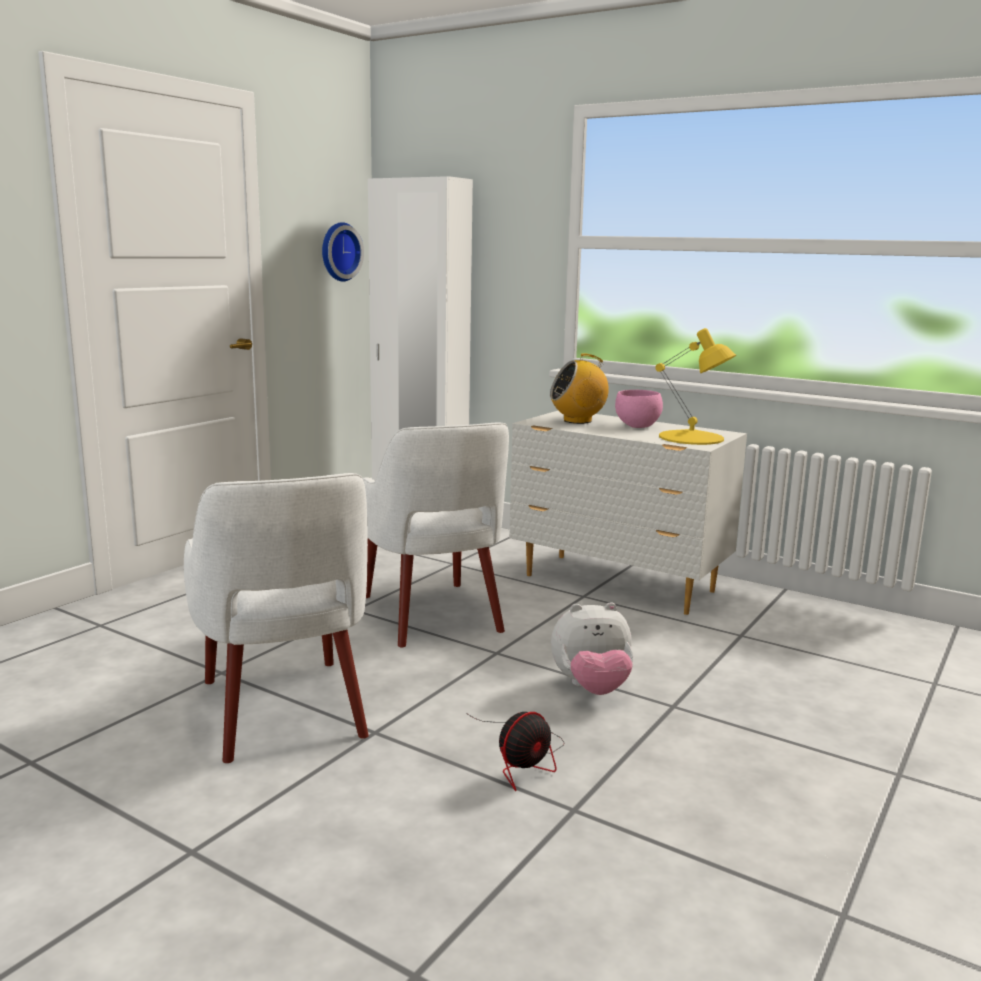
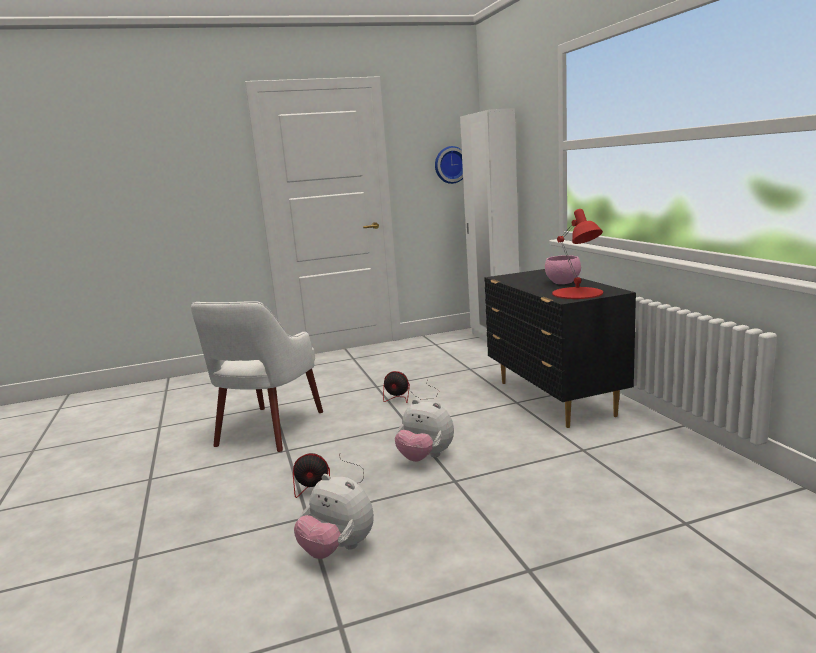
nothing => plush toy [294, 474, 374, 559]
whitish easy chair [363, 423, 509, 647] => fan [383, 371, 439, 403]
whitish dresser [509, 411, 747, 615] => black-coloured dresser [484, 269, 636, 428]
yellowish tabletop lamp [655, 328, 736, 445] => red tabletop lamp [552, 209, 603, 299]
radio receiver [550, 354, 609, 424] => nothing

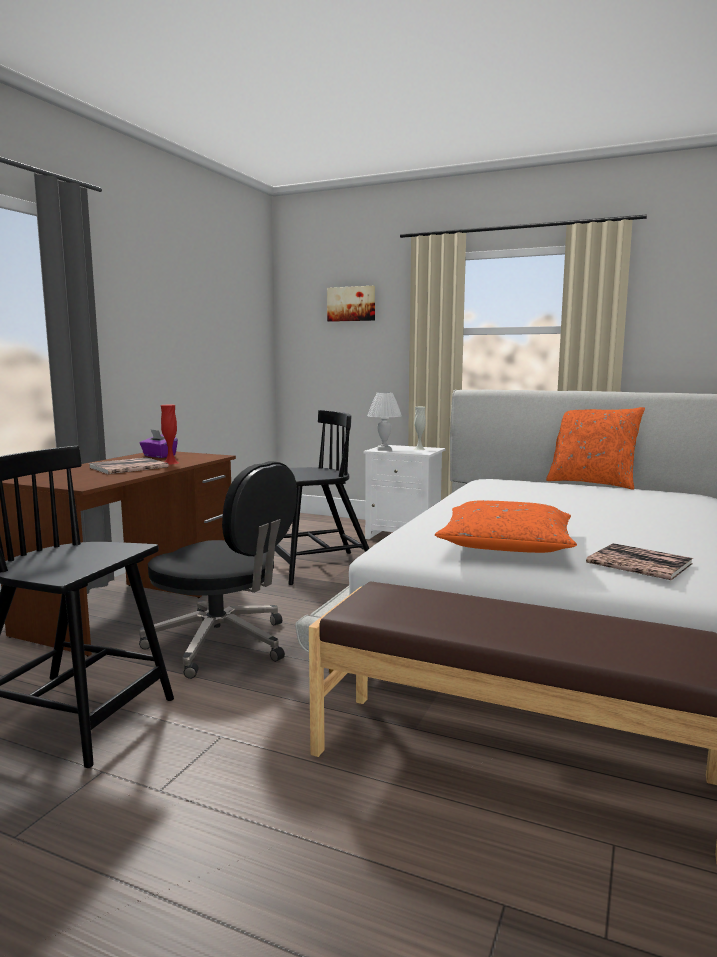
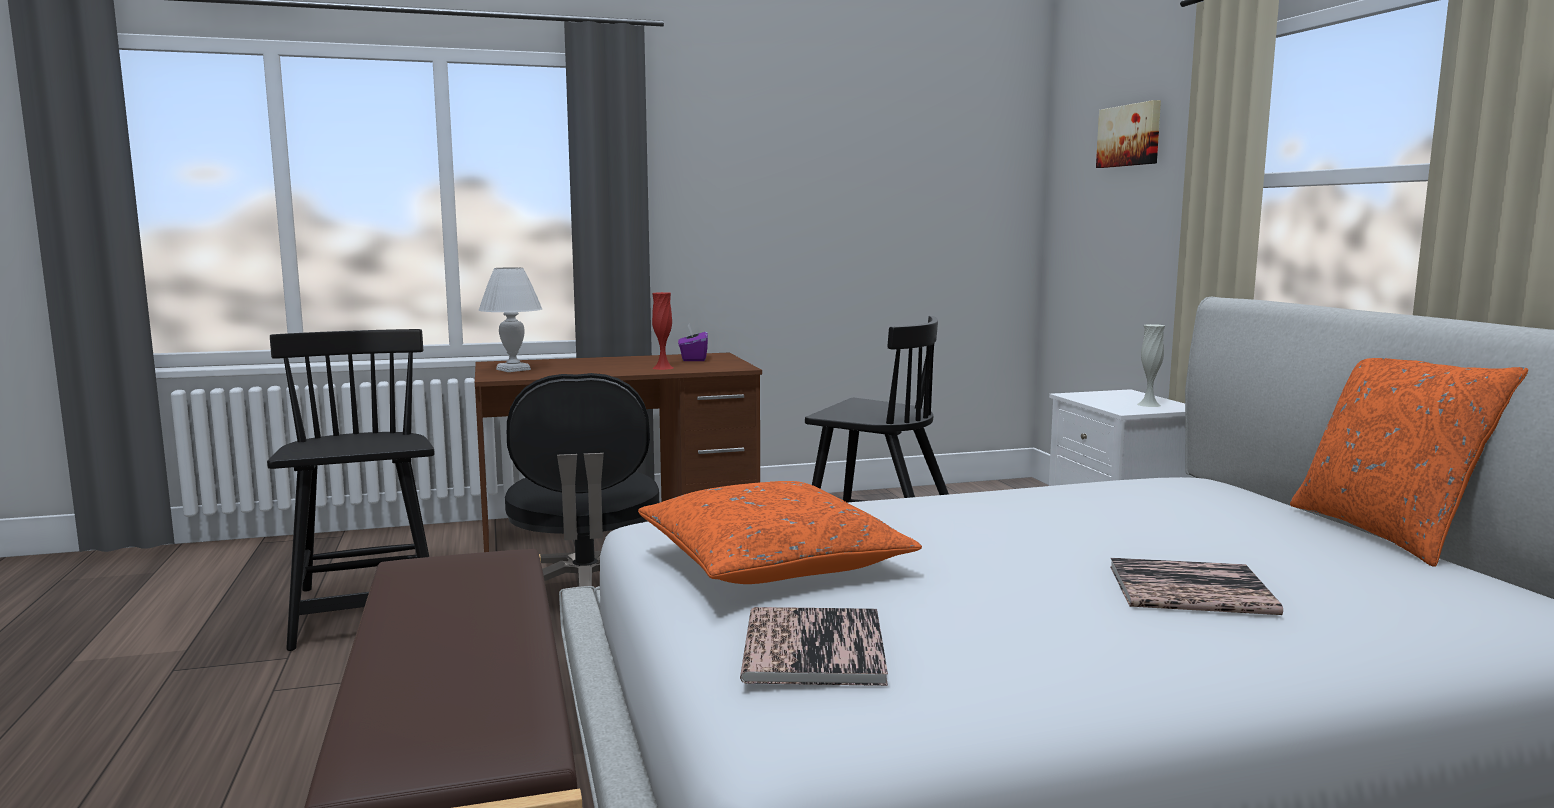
whitish tabletop lamp [367, 392, 402, 451] => whitish tabletop lamp [479, 267, 542, 372], shifted
bound book [89, 457, 169, 474] => bound book [1110, 558, 1283, 615], shifted

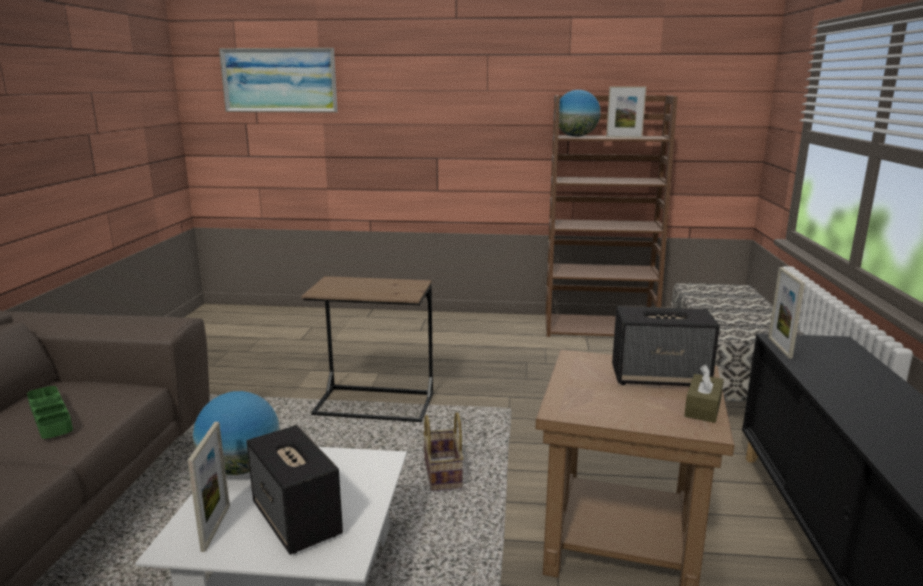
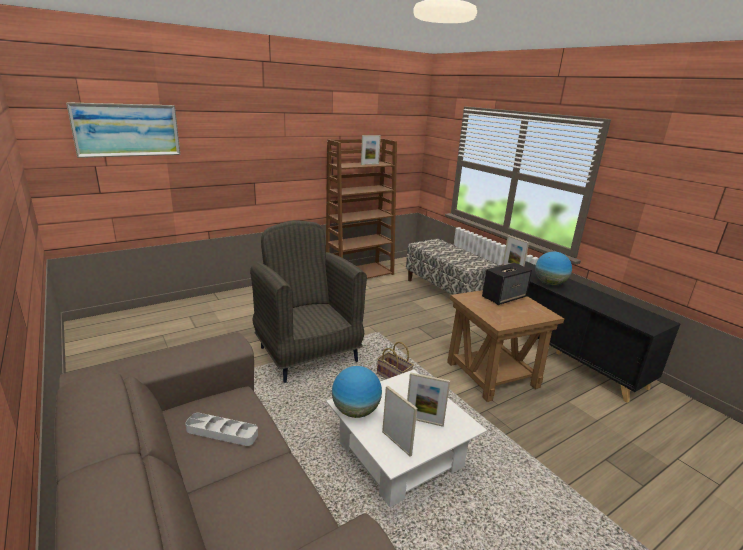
green tray [27, 386, 73, 439] => greyish tray [185, 413, 258, 446]
brown side table [301, 276, 433, 422] => greyish easy chair [250, 220, 367, 383]
loudspeaker [247, 425, 343, 555] => standing frame [407, 372, 450, 427]
desk globe [554, 90, 601, 137] => desk globe [535, 251, 572, 286], shifted
brown tissue box [684, 364, 724, 423] => nothing

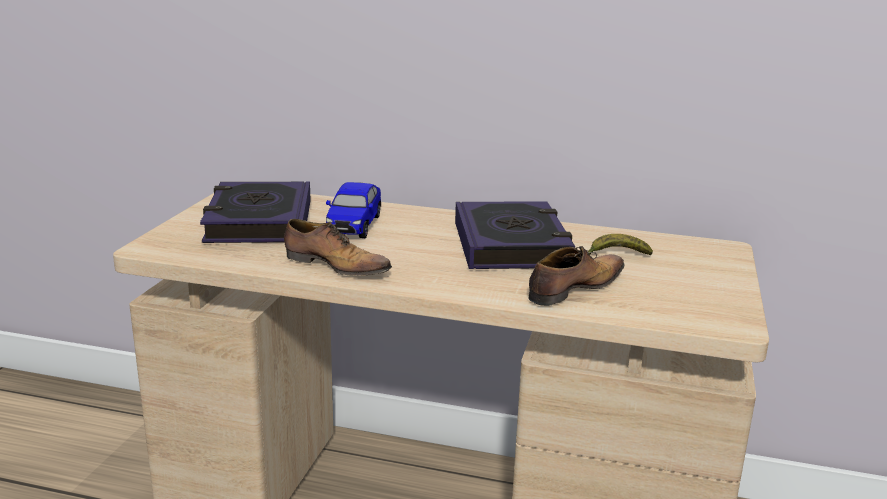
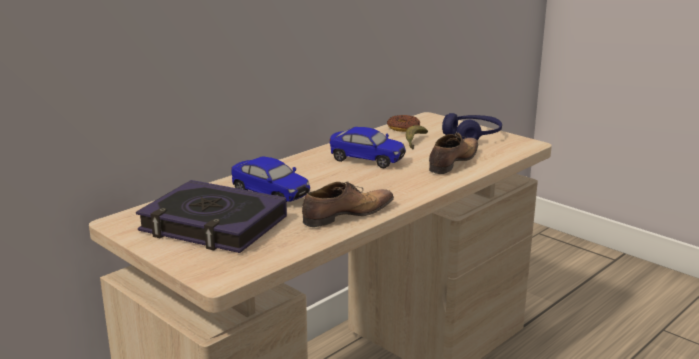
bound book [455, 201, 575, 269] => model car [330, 127, 406, 169]
nothing => ring doughnut [387, 115, 420, 132]
low shoe [528, 246, 625, 306] => low shoe [429, 133, 478, 174], 45 degrees clockwise
nothing => blue pair of headphones [442, 113, 502, 140]

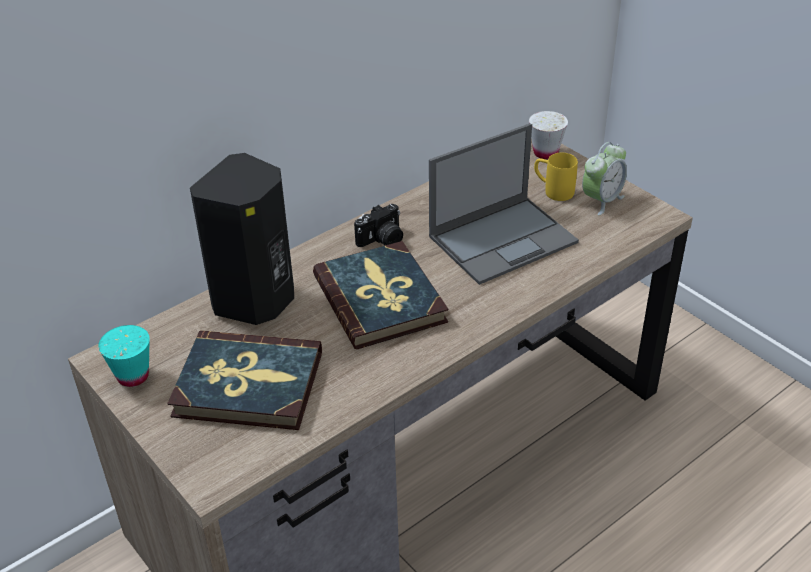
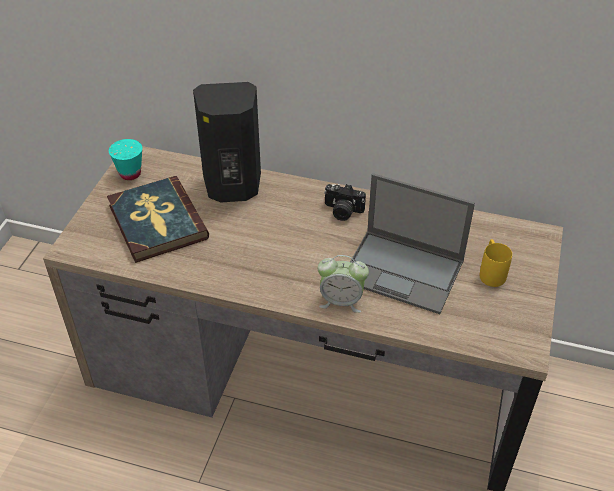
table clock [582, 142, 627, 215] => table clock [318, 255, 369, 313], shifted
bound book [313, 241, 448, 349] => nothing
whitish cup [529, 111, 568, 159] => nothing

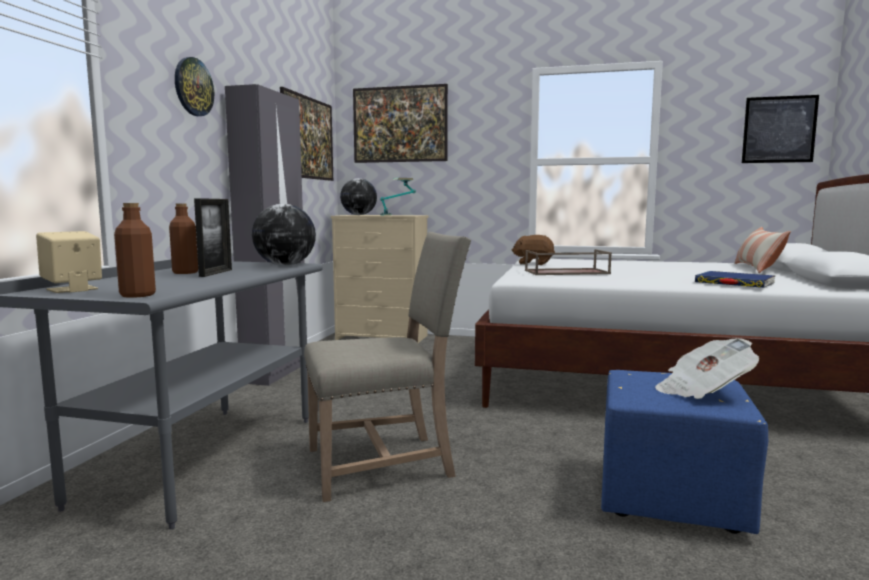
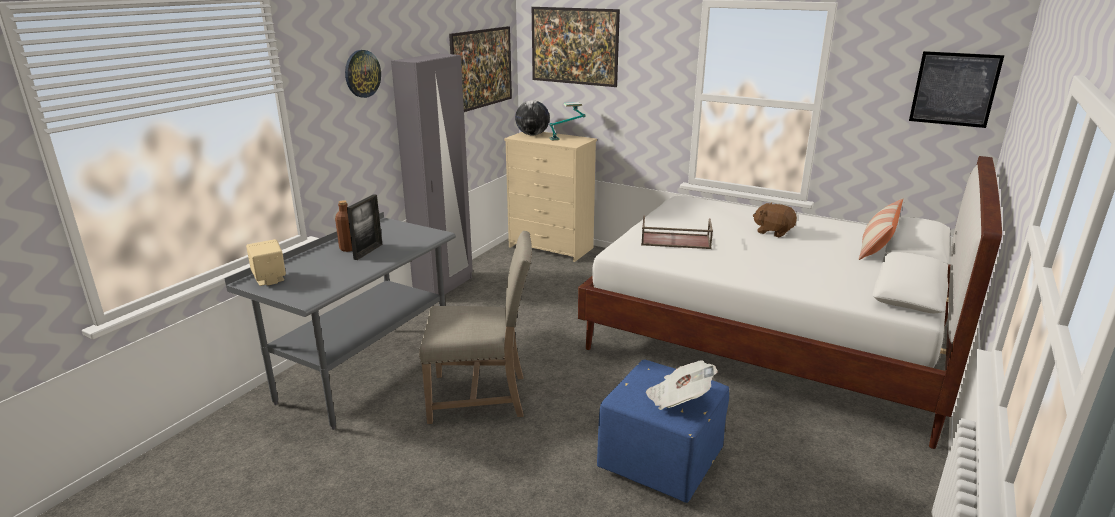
brown plush toy [512, 235, 555, 265] => brown plush toy [753, 203, 797, 237], shifted
brown drink bottle [114, 203, 156, 298] => nothing
desk globe [252, 204, 316, 266] => nothing
blue bound book [695, 271, 775, 288] => nothing

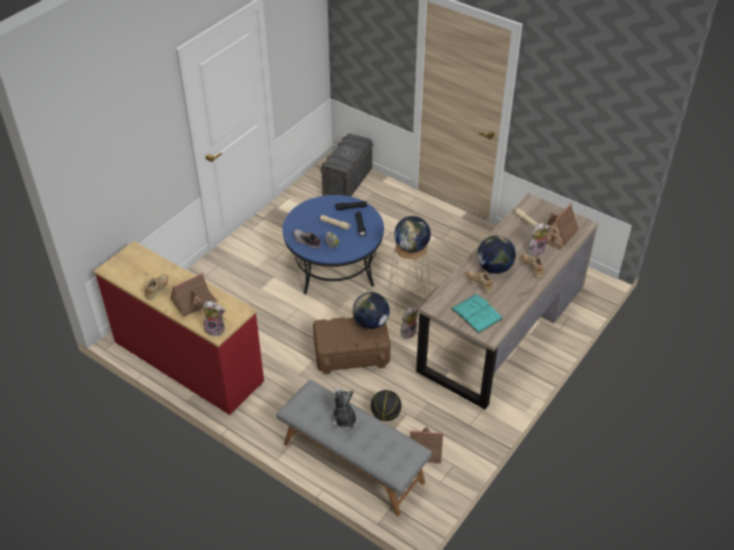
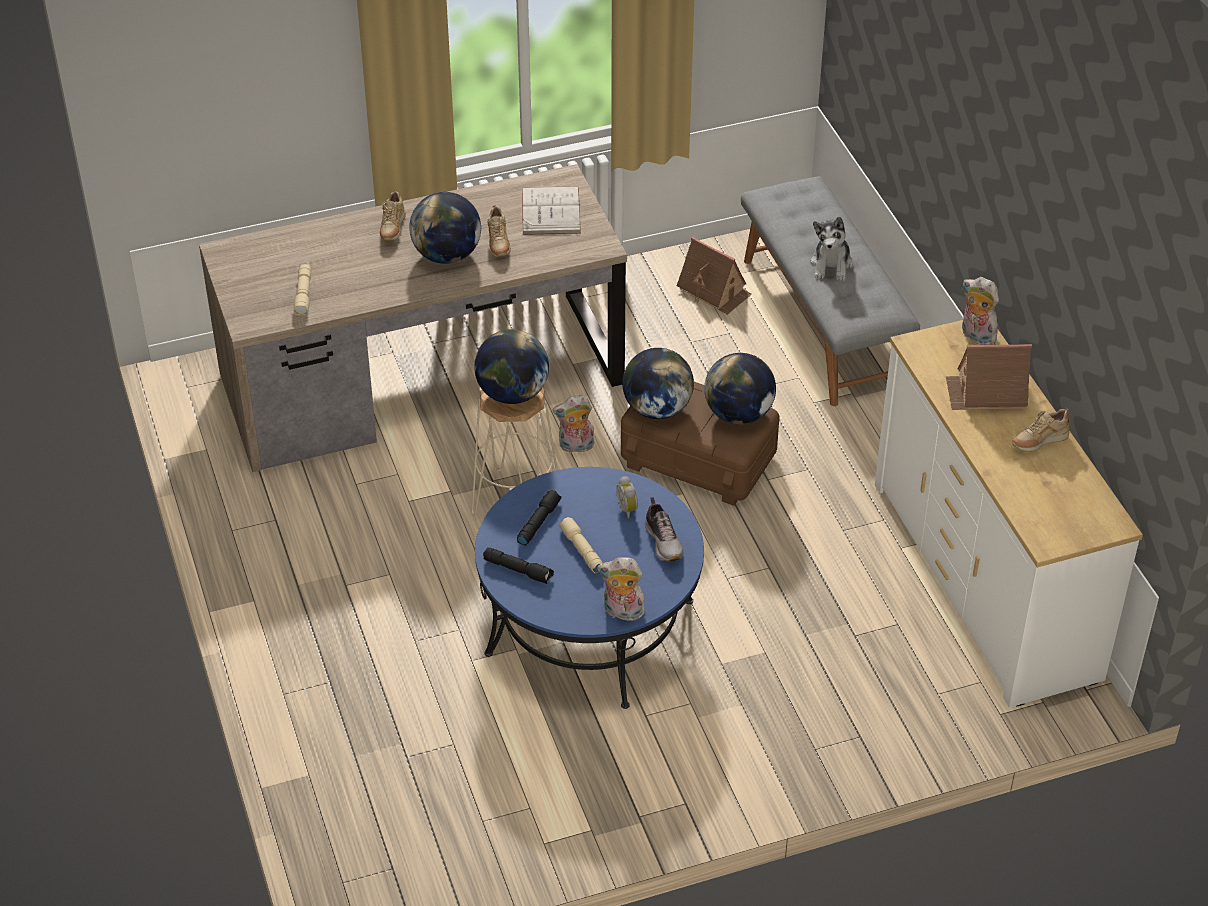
turquoise-coloured bound book [450, 294, 503, 334] => whitish bound book [522, 186, 581, 235]
plush toy [527, 223, 551, 256] => plush toy [597, 557, 648, 621], shifted
nothing => desk globe [704, 353, 776, 424]
red dresser [94, 241, 264, 415] => whitish dresser [875, 320, 1143, 708]
greyish storage container [320, 133, 374, 197] => nothing
basketball ball [371, 390, 402, 421] => nothing
model house [546, 203, 579, 250] => nothing

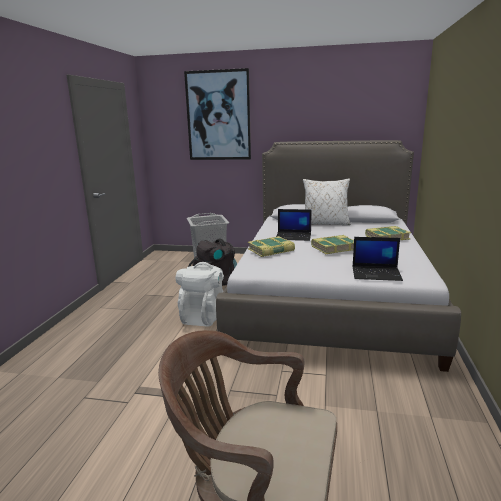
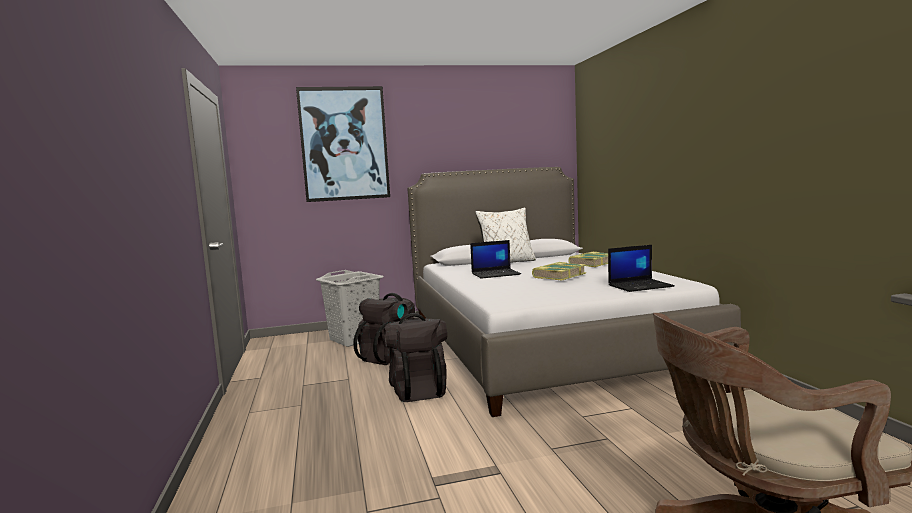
whitish rucksack [176, 262, 224, 327] => black-coloured rucksack [384, 313, 447, 402]
bound book [248, 236, 295, 257] => nothing

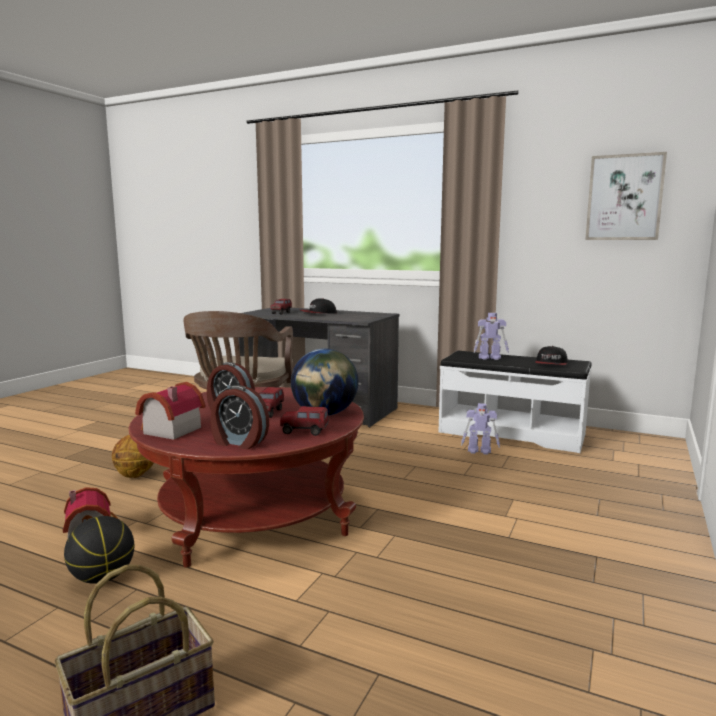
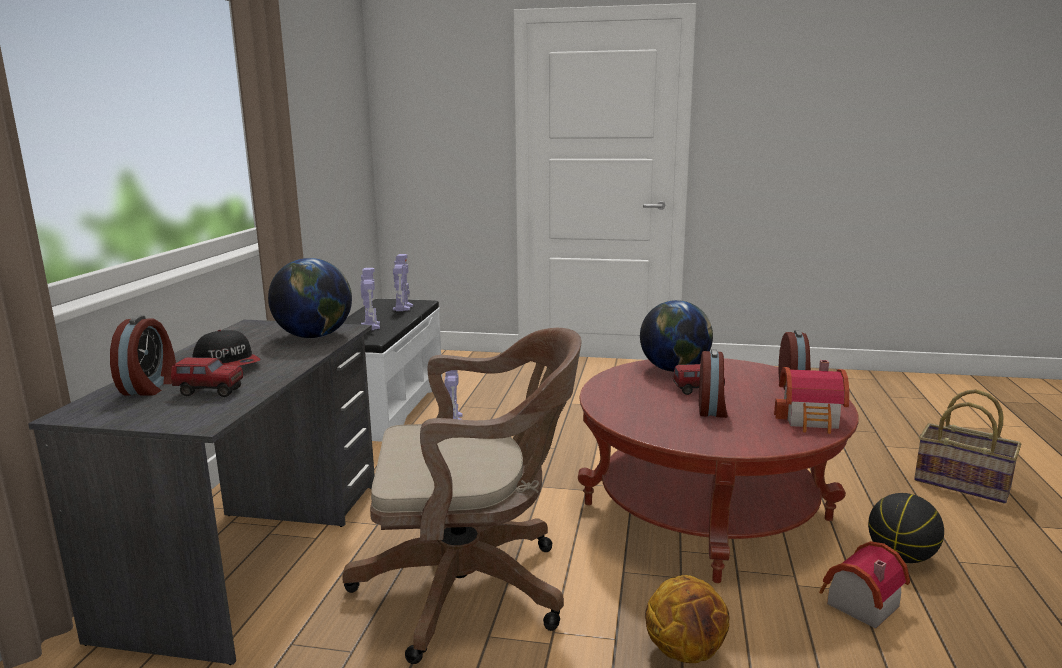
nothing => table clock [110, 316, 176, 396]
nothing => desk globe [268, 258, 352, 338]
cap [535, 346, 568, 365] => model robot [393, 254, 413, 311]
toy lorry [280, 406, 329, 436] => nothing
wall art [585, 152, 667, 240] => nothing

